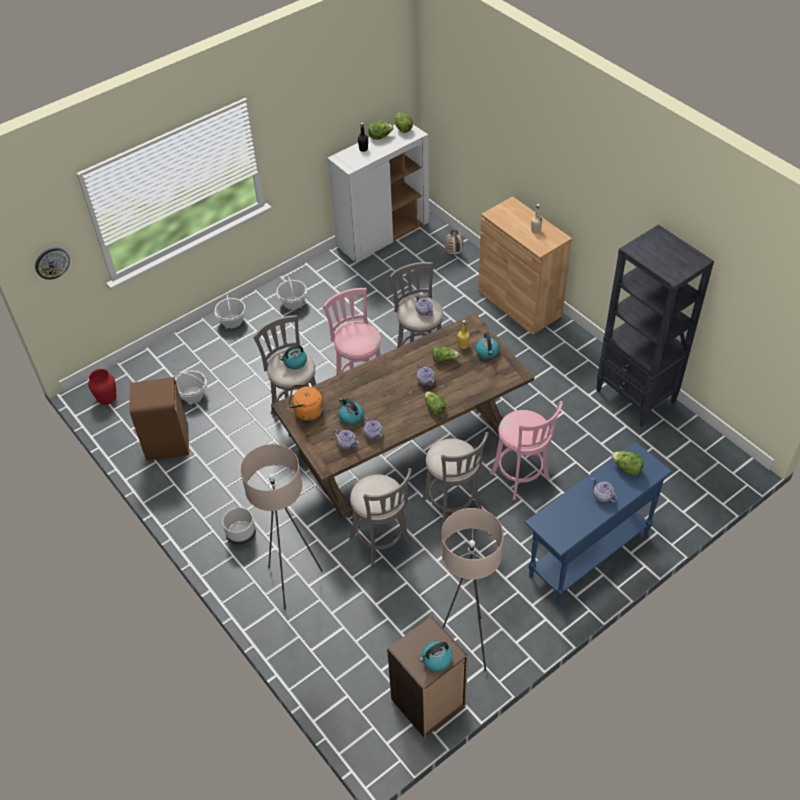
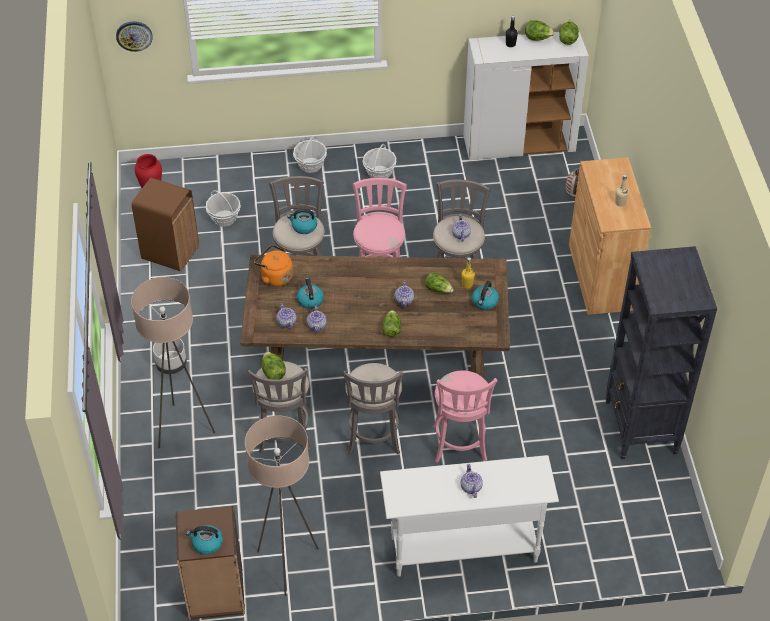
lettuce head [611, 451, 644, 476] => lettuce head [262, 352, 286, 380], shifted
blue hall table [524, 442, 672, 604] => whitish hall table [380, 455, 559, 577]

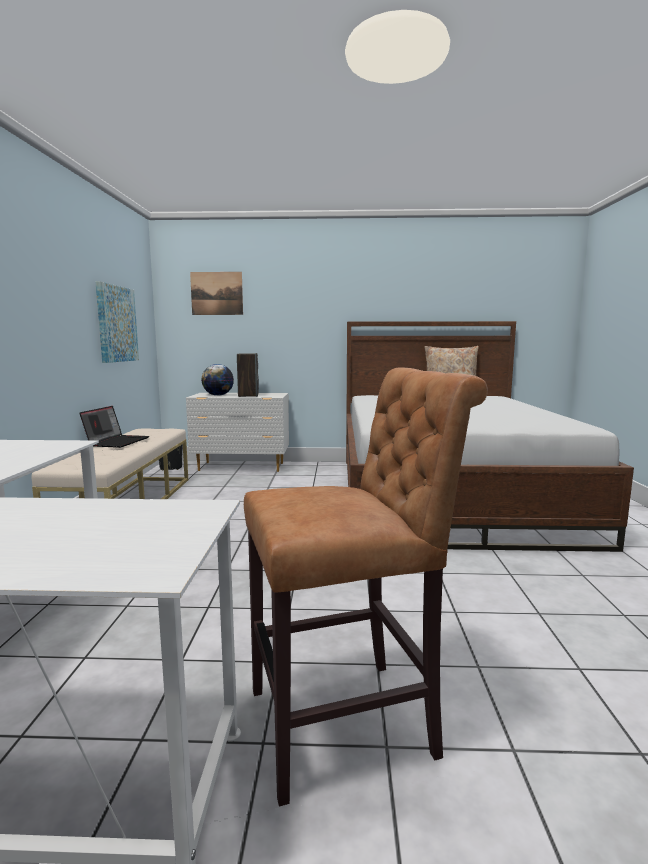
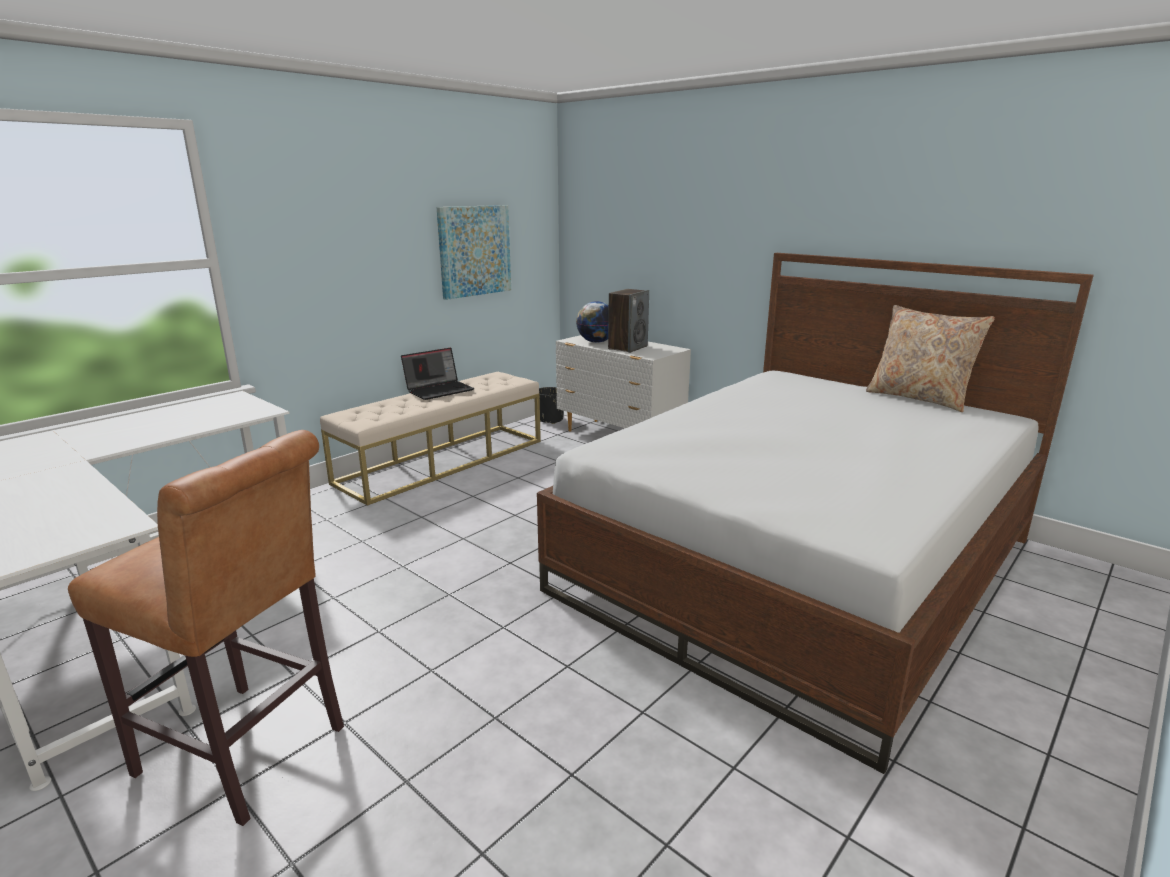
wall art [190, 272, 243, 315] => nothing

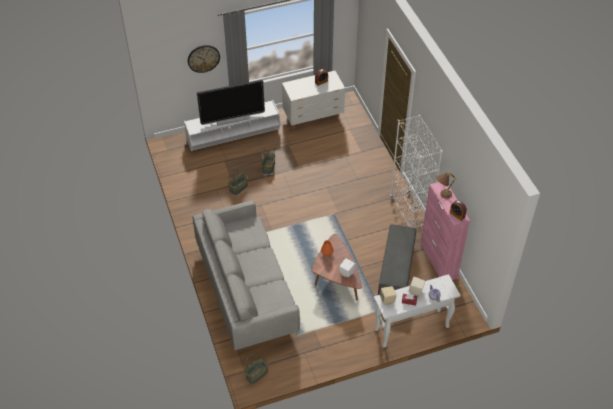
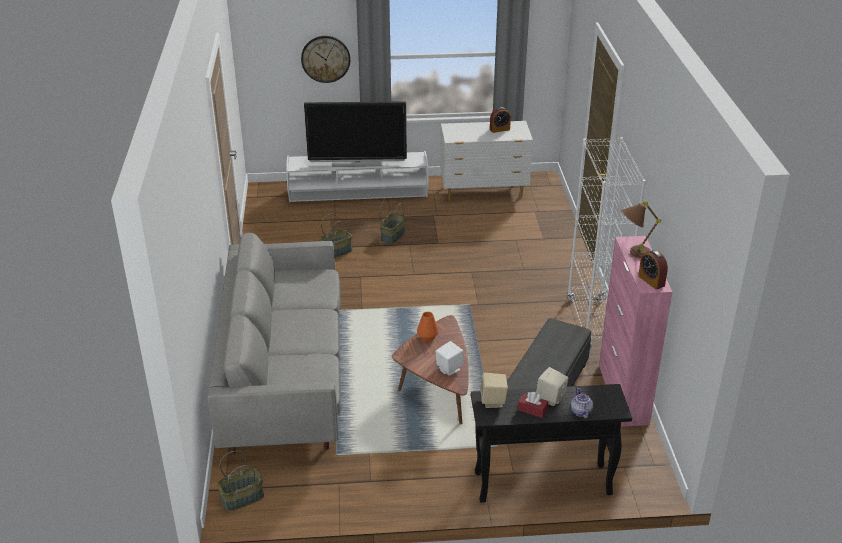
whitish hall table [374, 274, 461, 348] => black-coloured hall table [471, 384, 632, 503]

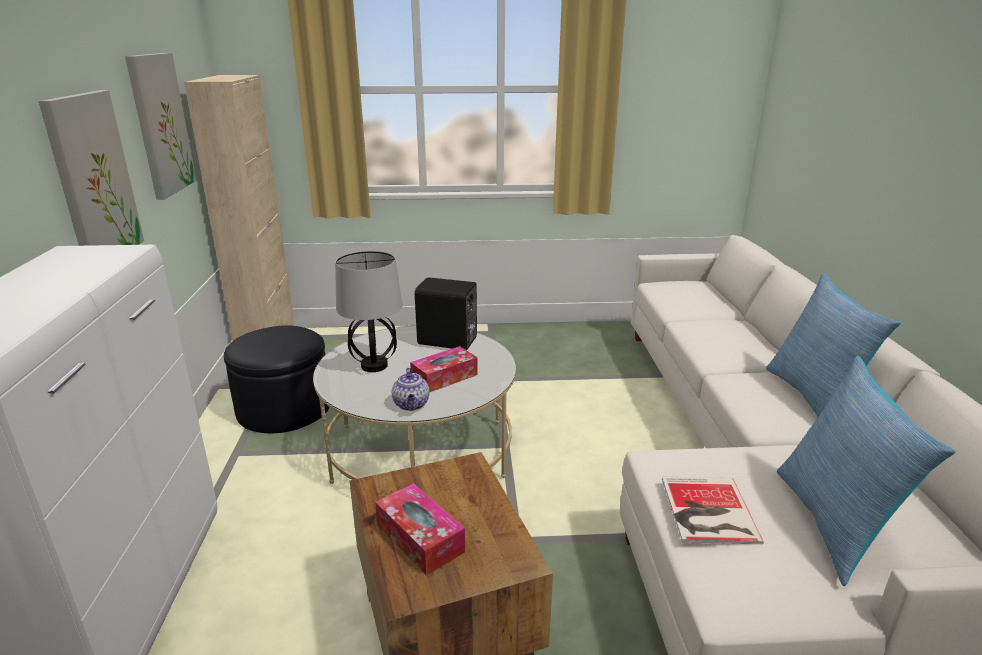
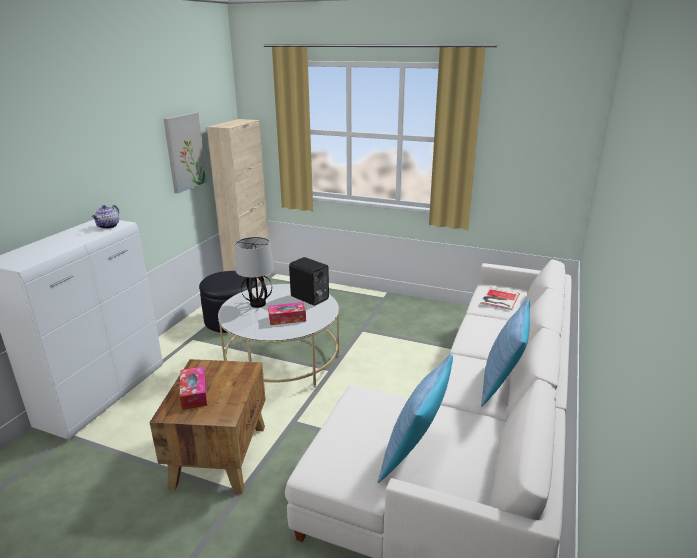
teapot [392, 368, 430, 411] => teapot [92, 205, 119, 229], shifted
bound book [662, 477, 764, 544] => bound book [480, 287, 520, 310], shifted
wall art [39, 90, 144, 246] => nothing

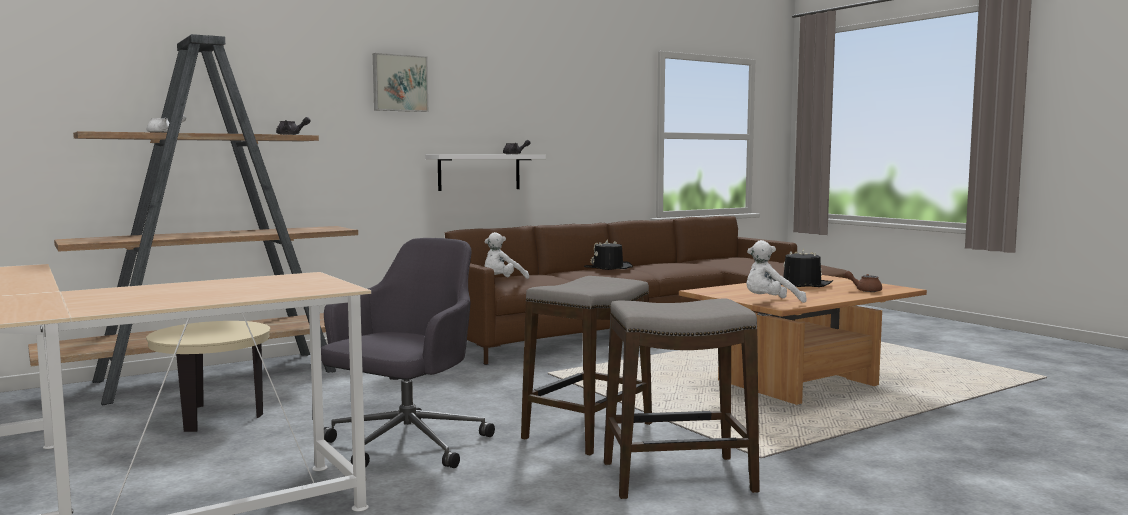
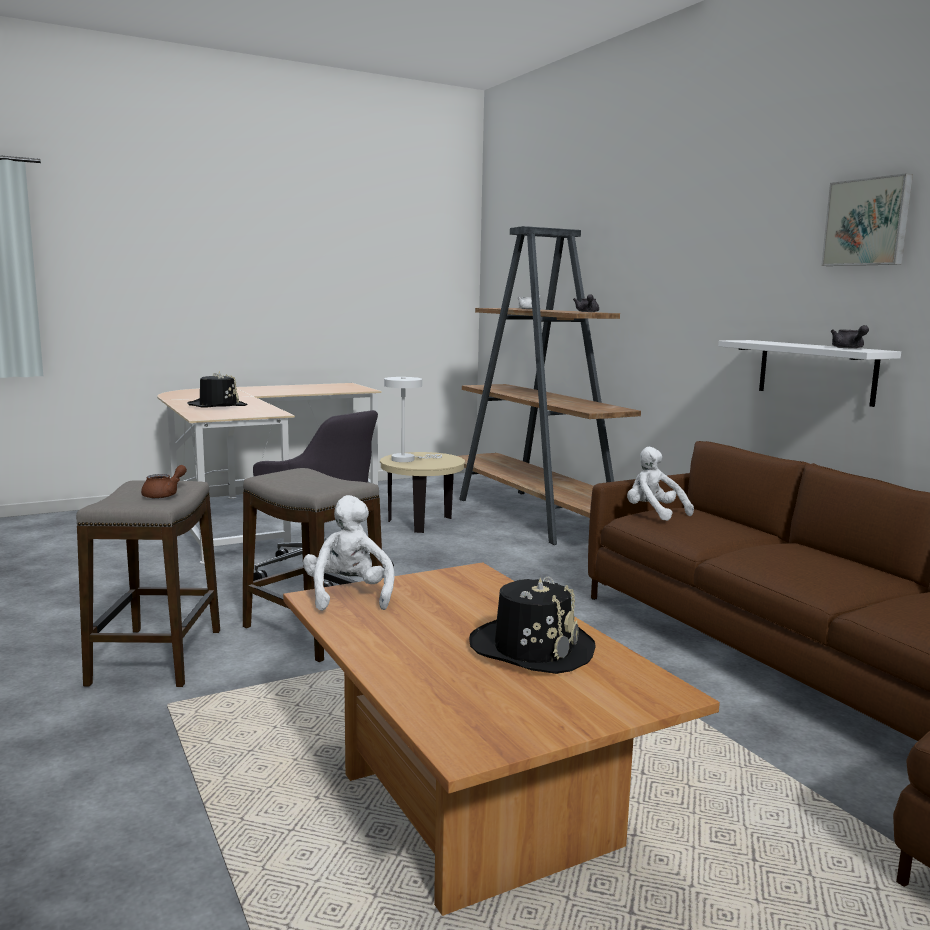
brown teapot [844, 271, 882, 292] => brown teapot [141, 465, 187, 499], shifted
black-coloured hat [584, 239, 633, 270] => black-coloured hat [188, 371, 248, 408], shifted
nothing => whitish tabletop lamp [384, 377, 442, 462]
wall art [373, 53, 428, 112] => wall art [821, 173, 913, 266], shifted

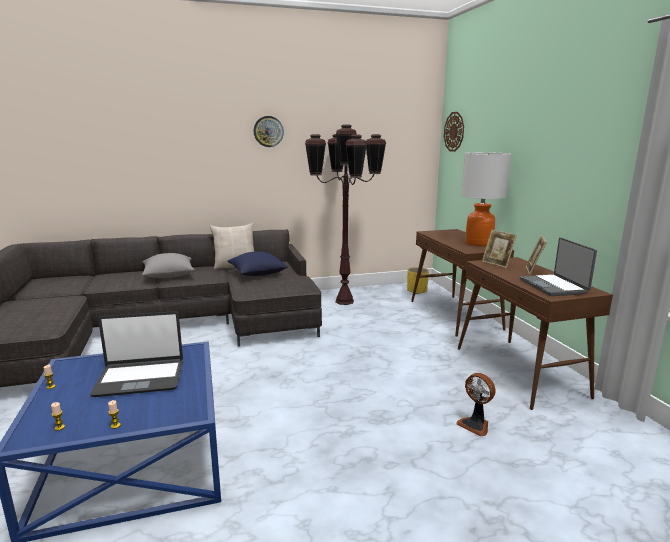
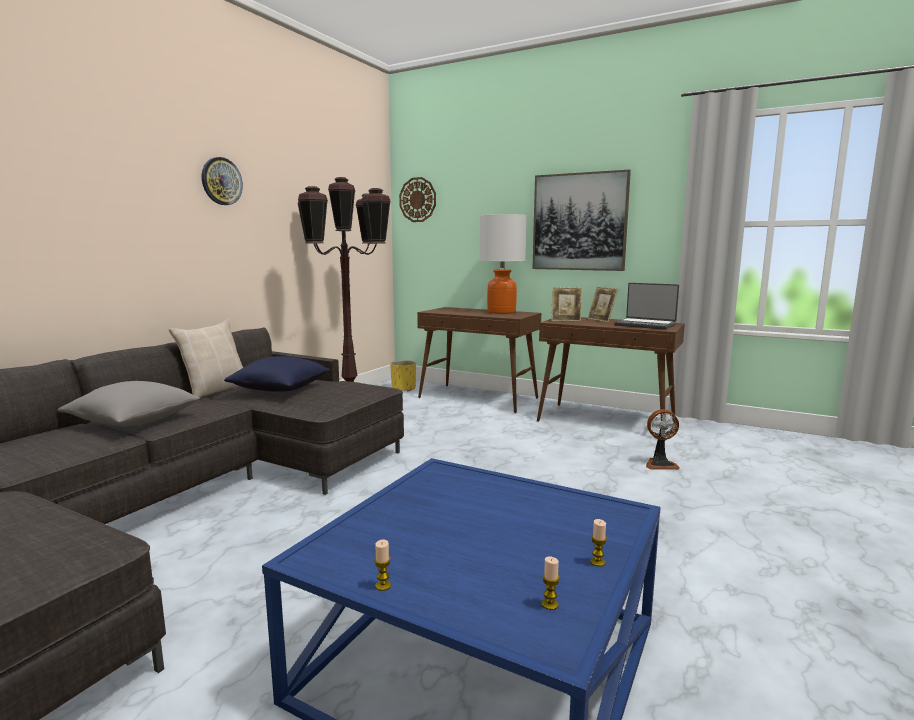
nothing => wall art [532, 170, 631, 271]
portable computer [90, 311, 183, 397] => nothing

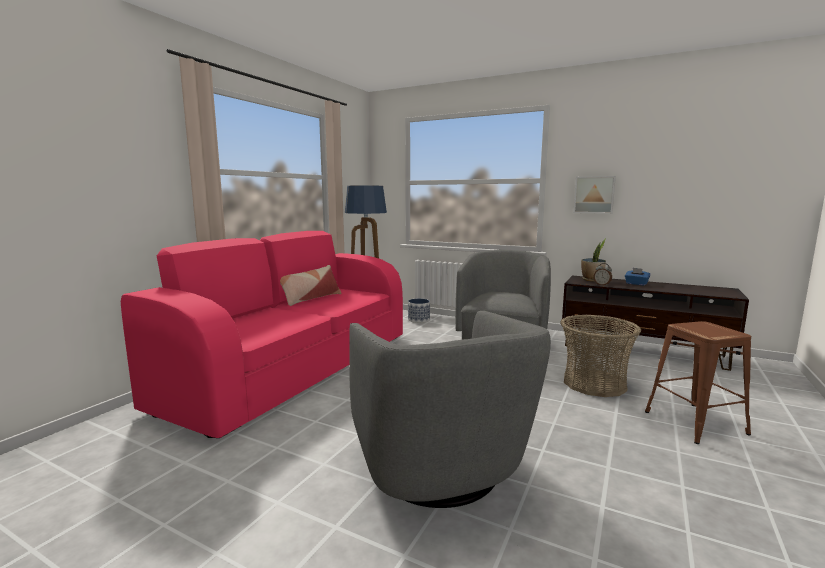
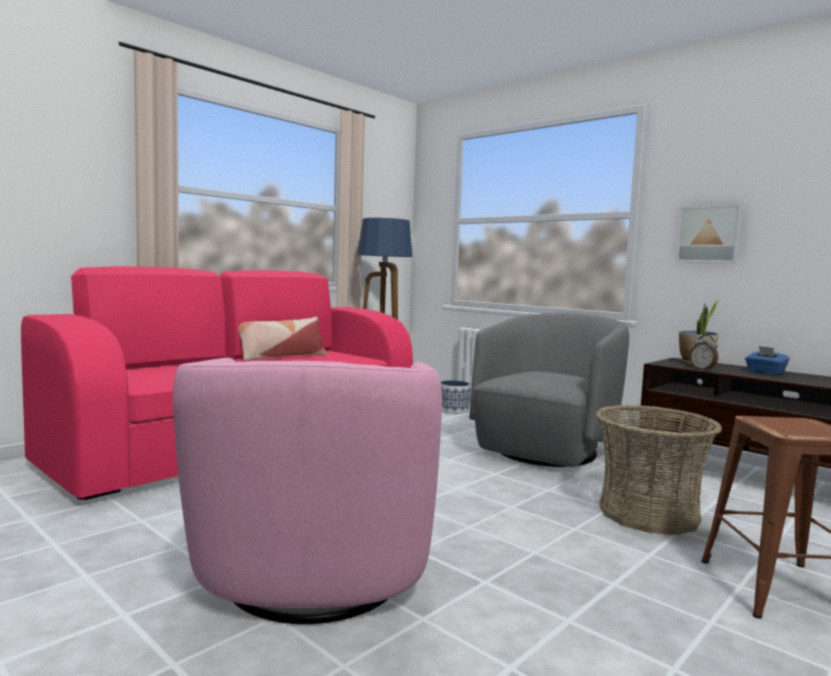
greyish easy chair [349, 311, 551, 508] => pinkish easy chair [173, 358, 442, 624]

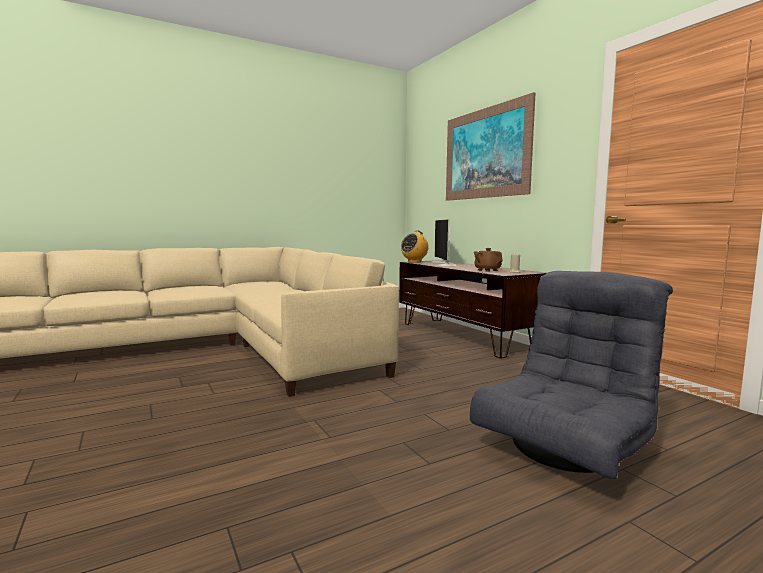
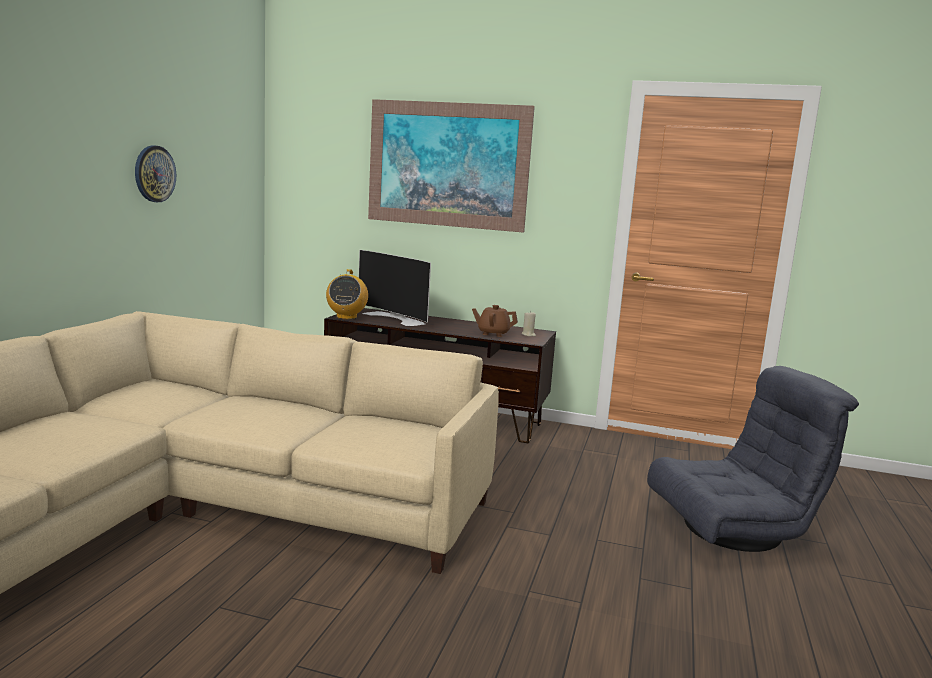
nothing => wall clock [135, 145, 176, 202]
greyish easy chair [470, 271, 673, 479] => greyish easy chair [647, 366, 859, 552], 75 degrees clockwise

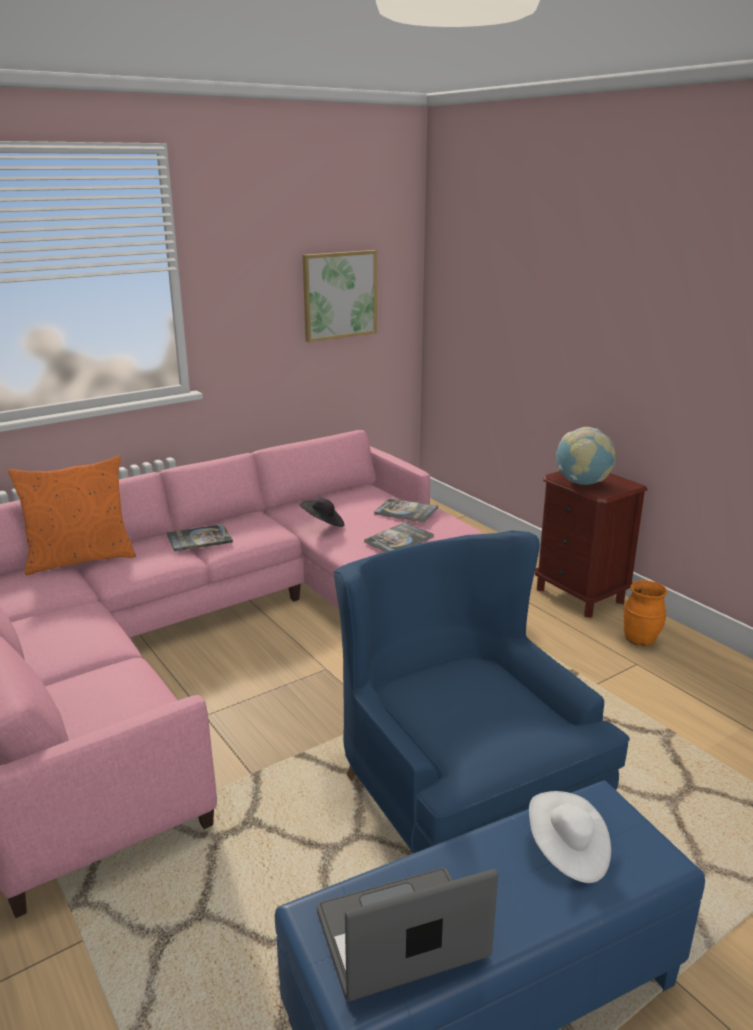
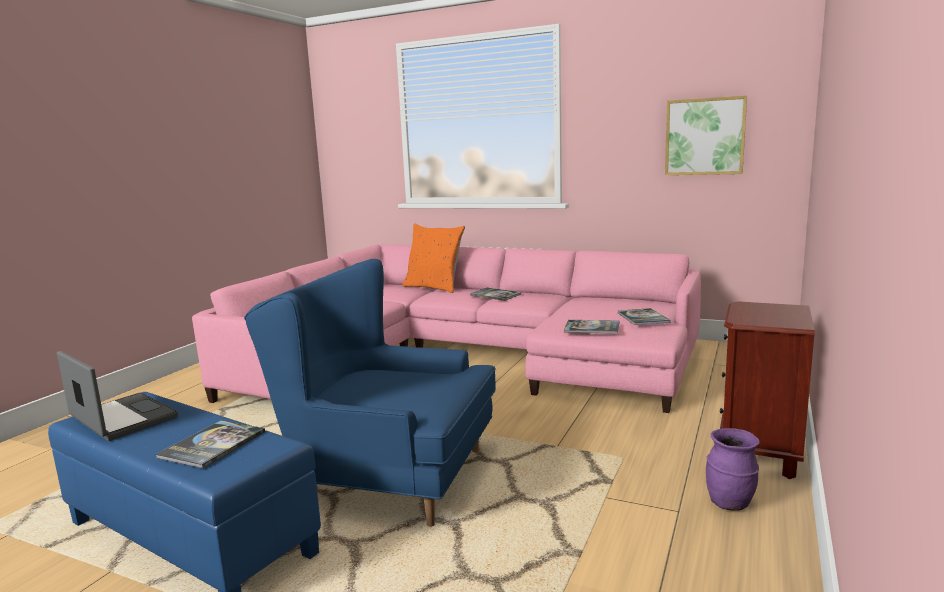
whitish hat [529, 791, 611, 883] => bound book [155, 420, 265, 469]
blue easy chair [334, 530, 630, 853] => blue easy chair [244, 259, 496, 527], 105 degrees counterclockwise
orange flower vase [624, 580, 668, 646] => purple-coloured flower vase [706, 428, 760, 511]
black-coloured hat [300, 498, 345, 527] => nothing
desk globe [556, 427, 616, 485] => nothing

